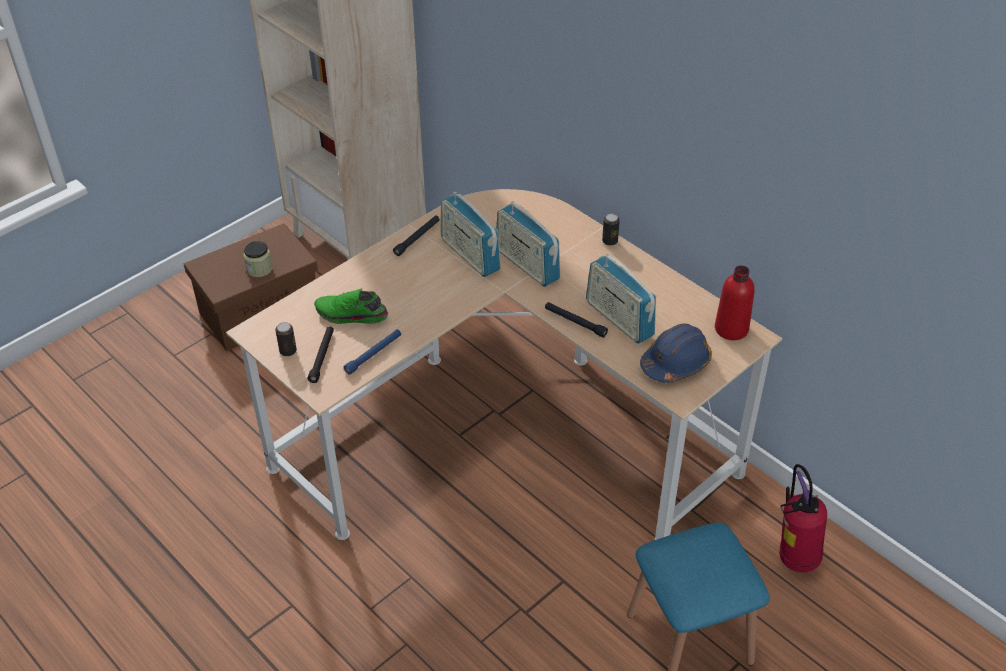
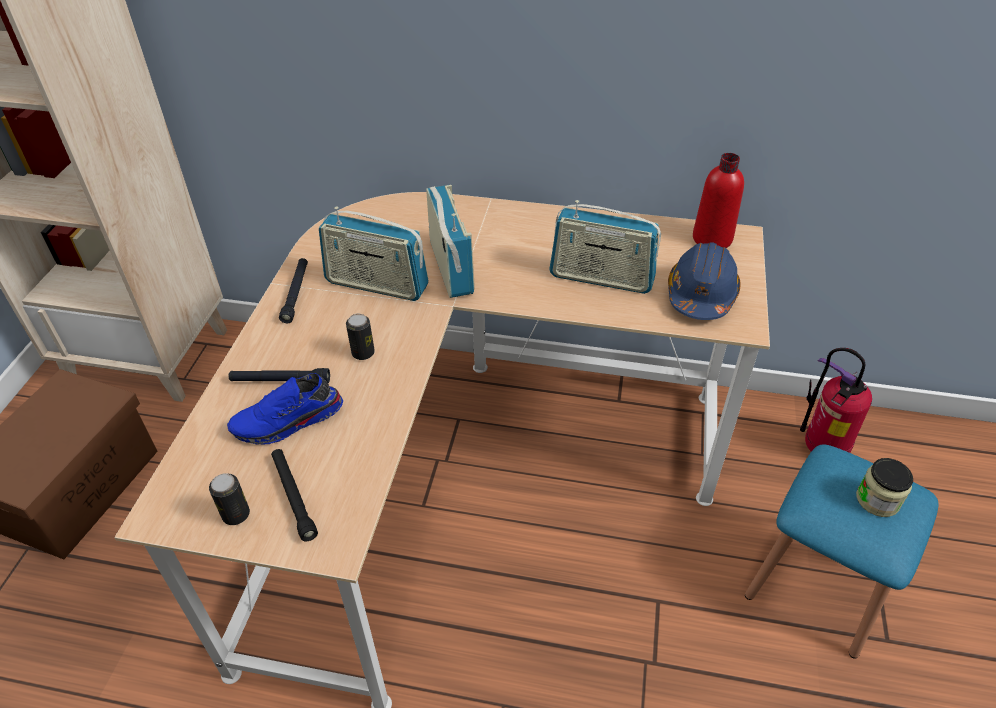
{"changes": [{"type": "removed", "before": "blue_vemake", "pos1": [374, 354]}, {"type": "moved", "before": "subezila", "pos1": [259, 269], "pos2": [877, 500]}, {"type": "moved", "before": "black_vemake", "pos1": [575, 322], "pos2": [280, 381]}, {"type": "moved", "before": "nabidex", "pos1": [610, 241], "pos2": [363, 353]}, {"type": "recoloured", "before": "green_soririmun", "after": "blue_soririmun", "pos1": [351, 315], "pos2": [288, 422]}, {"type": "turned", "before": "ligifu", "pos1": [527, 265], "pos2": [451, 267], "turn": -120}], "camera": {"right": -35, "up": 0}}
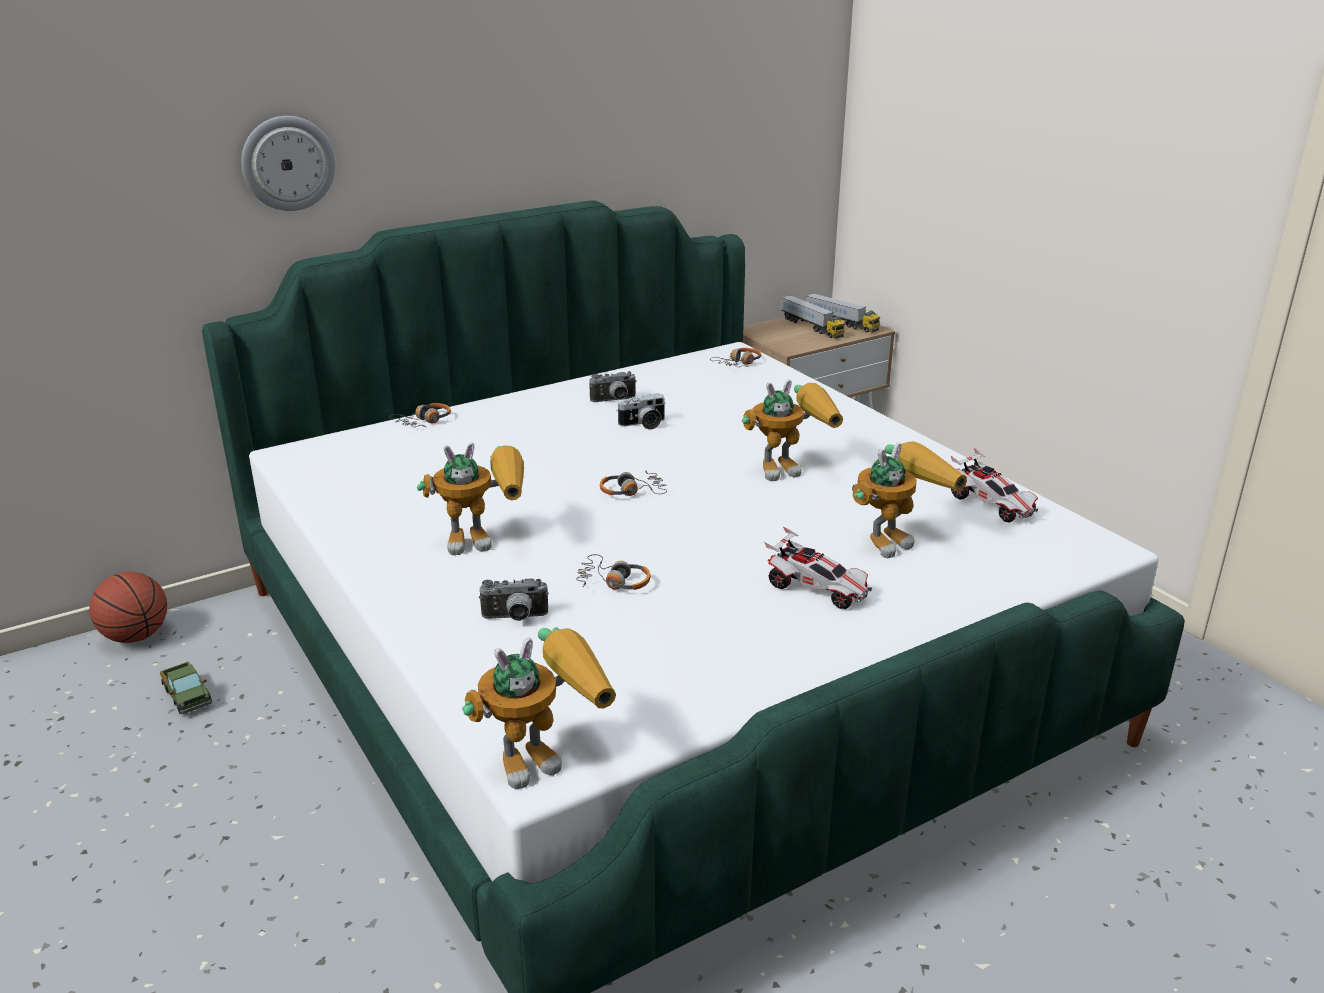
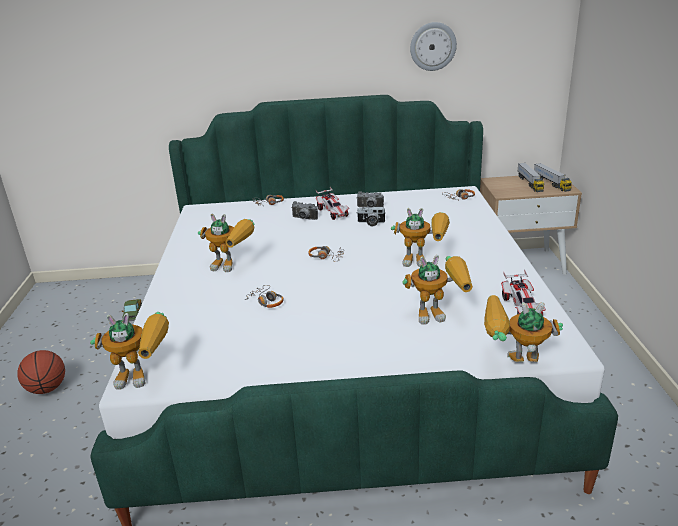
{"changes": [{"type": "added", "after": "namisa", "pos2": [511, 365]}, {"type": "moved", "before": "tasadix", "pos1": [136, 636], "pos2": [47, 389]}, {"type": "moved", "before": "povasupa", "pos1": [288, 163], "pos2": [433, 46]}, {"type": "moved", "before": "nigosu", "pos1": [515, 618], "pos2": [303, 219]}, {"type": "moved", "before": "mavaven", "pos1": [817, 589], "pos2": [333, 212]}], "camera": {"right": 30, "up": 0}}
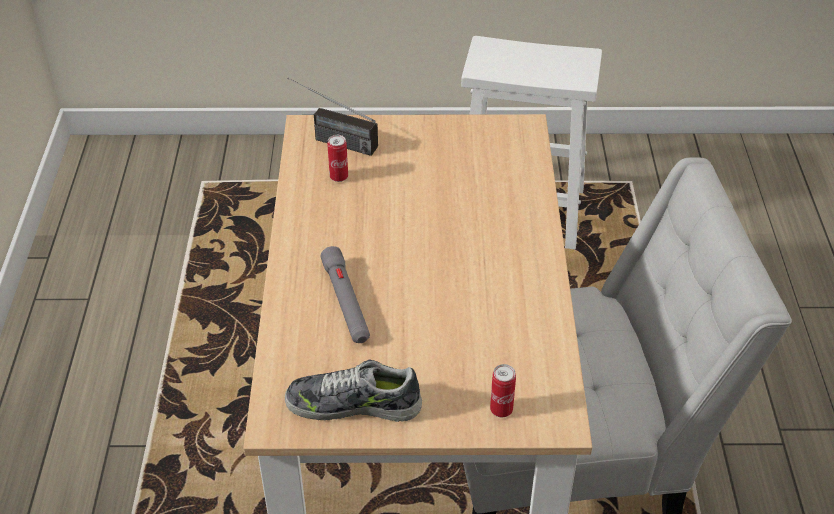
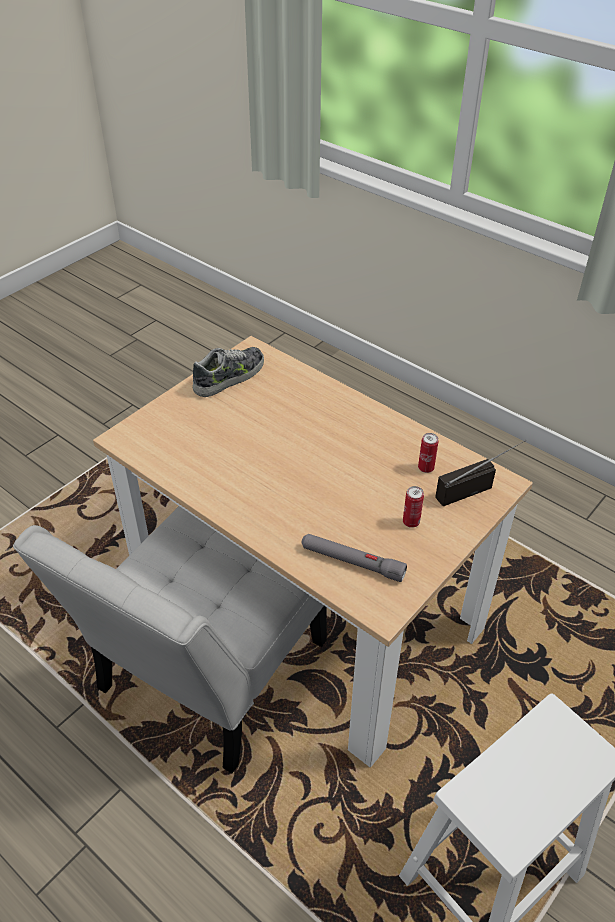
{"changes": [{"type": "moved", "before": "grey_vemake", "pos1": [346, 302], "pos2": [352, 562]}, {"type": "moved", "before": "nabidex", "pos1": [501, 410], "pos2": [411, 522]}], "camera": {"right": 130, "up": 0}}
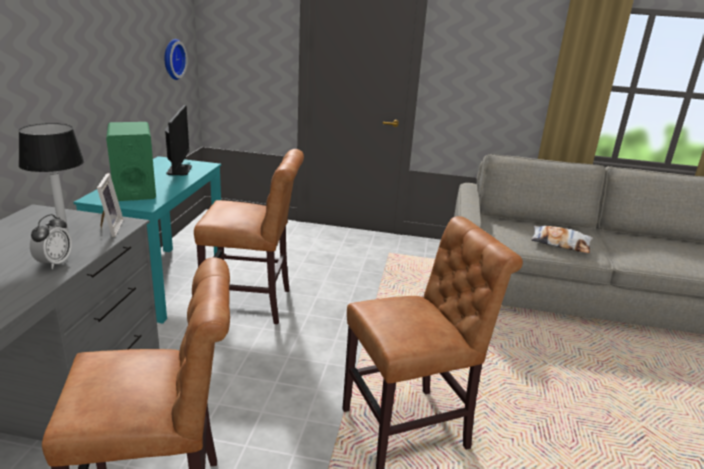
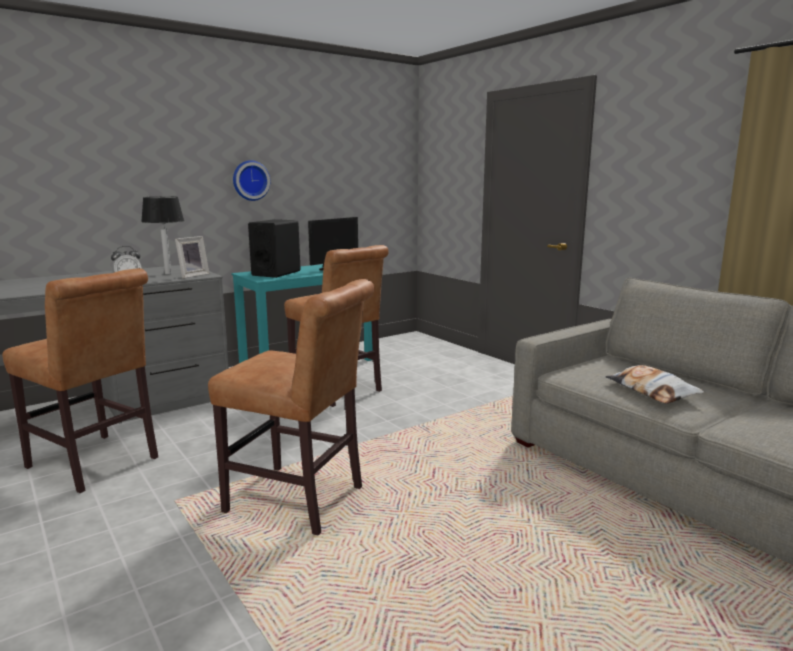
{"changes": [{"type": "moved", "before": "povasupa", "pos1": [172, 59], "pos2": [250, 180]}, {"type": "recoloured", "before": "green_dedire", "after": "black_dedire", "pos1": [135, 191], "pos2": [276, 273]}], "camera": {"right": 45, "up": -10}}
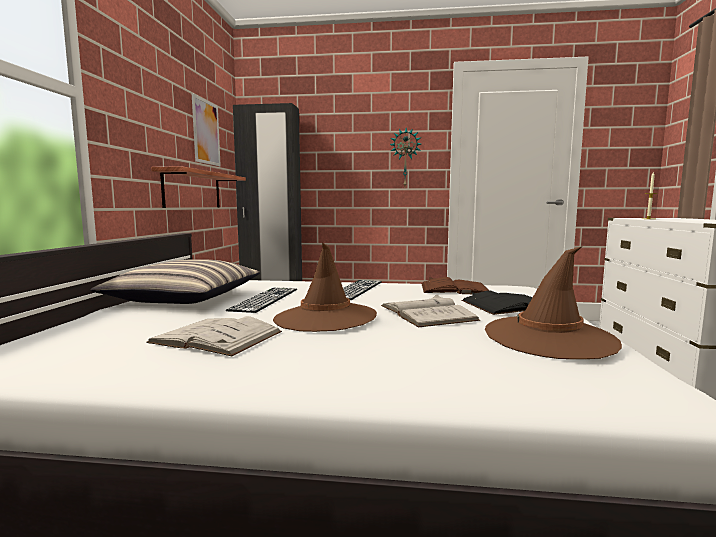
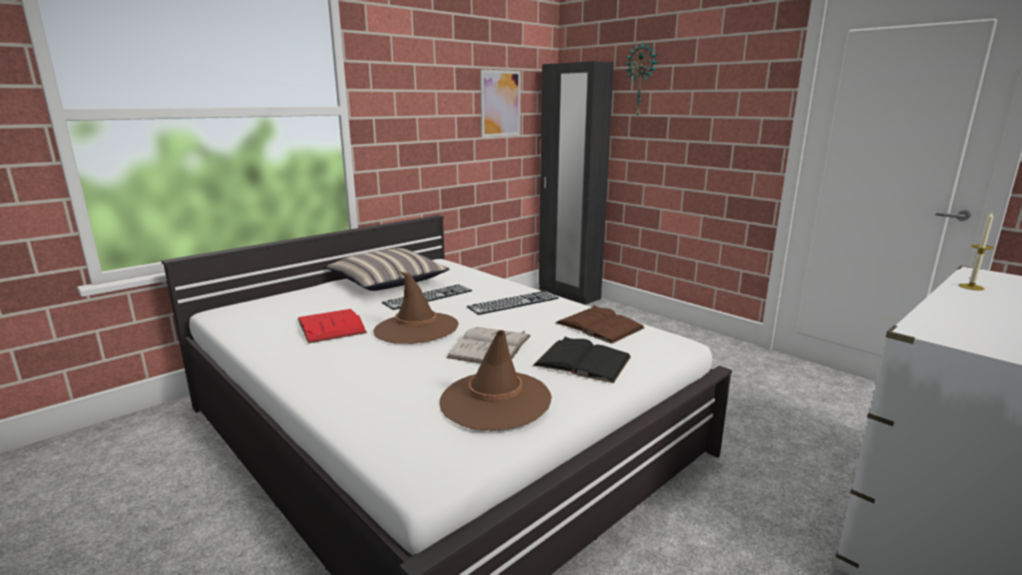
{"changes": [{"type": "removed", "before": "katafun", "pos1": [193, 190]}, {"type": "moved", "before": "povasupa", "pos1": [405, 158], "pos2": [641, 80]}, {"type": "recoloured", "before": "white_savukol", "after": "red_savukol", "pos1": [216, 337], "pos2": [331, 326]}], "camera": {"right": 40, "up": 10}}
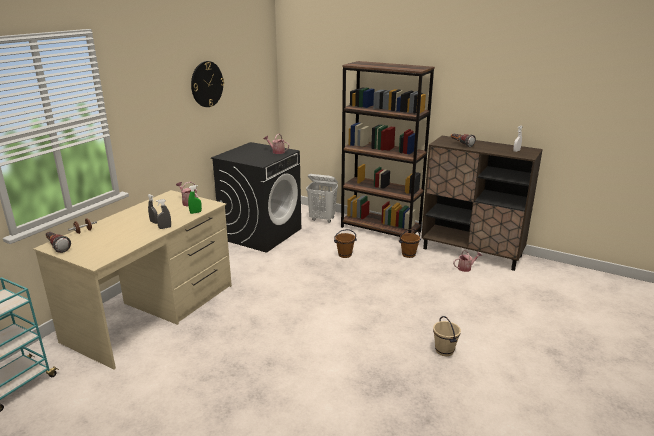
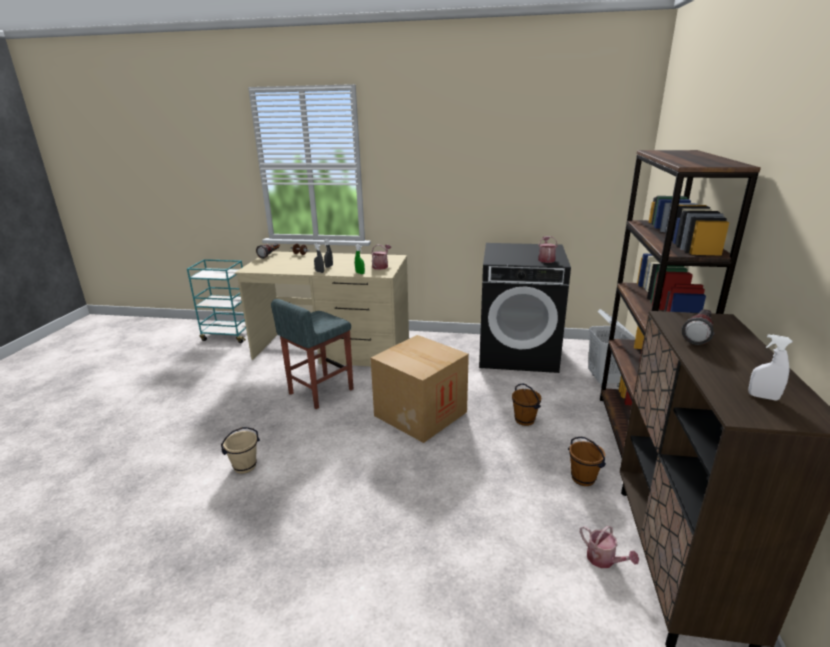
{"changes": [{"type": "removed", "before": "povasupa", "pos1": [206, 84]}, {"type": "added", "after": "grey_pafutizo", "pos2": [320, 391]}, {"type": "added", "after": "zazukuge", "pos2": [420, 414]}, {"type": "moved", "before": "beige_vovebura", "pos1": [444, 350], "pos2": [245, 467]}], "camera": {"right": 70, "up": 0}}
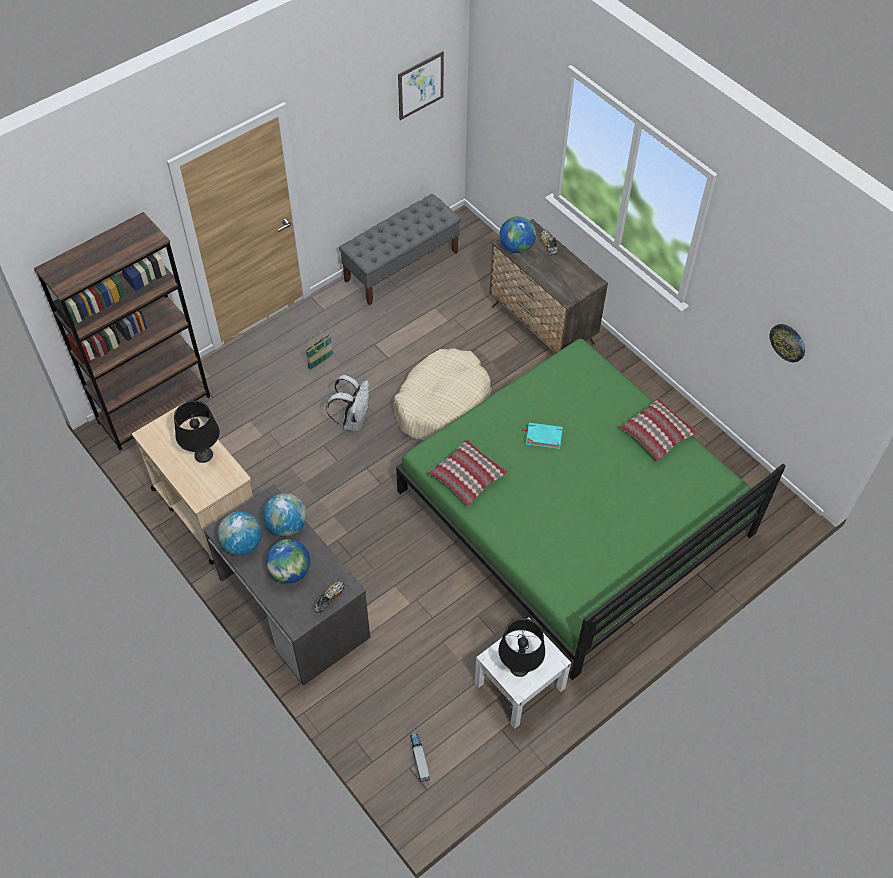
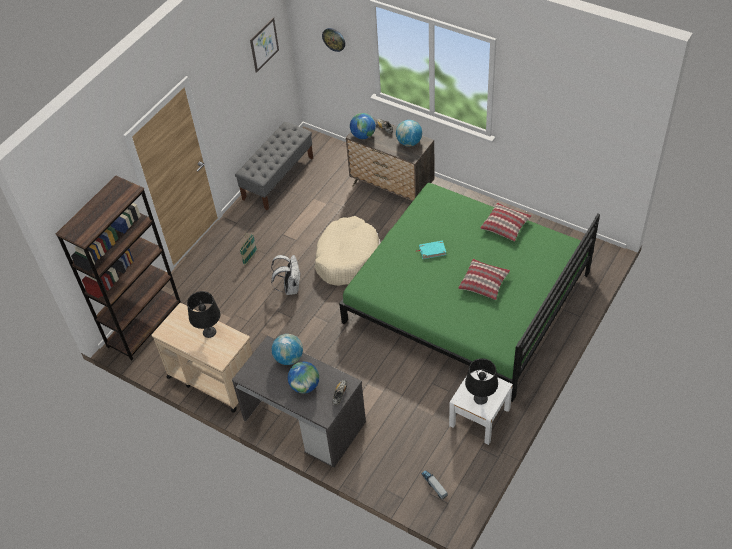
{"changes": [{"type": "moved", "before": "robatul", "pos1": [242, 544], "pos2": [409, 142]}, {"type": "moved", "before": "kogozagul", "pos1": [468, 477], "pos2": [484, 283]}, {"type": "moved", "before": "povasupa", "pos1": [788, 342], "pos2": [334, 39]}], "camera": {"right": -15, "up": -5}}
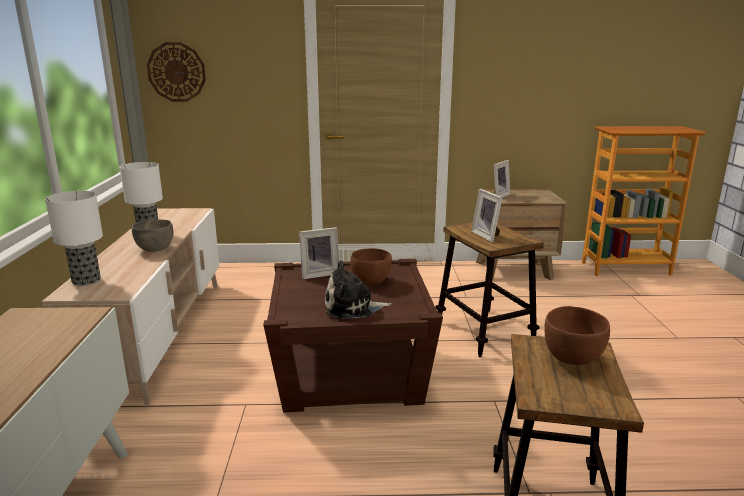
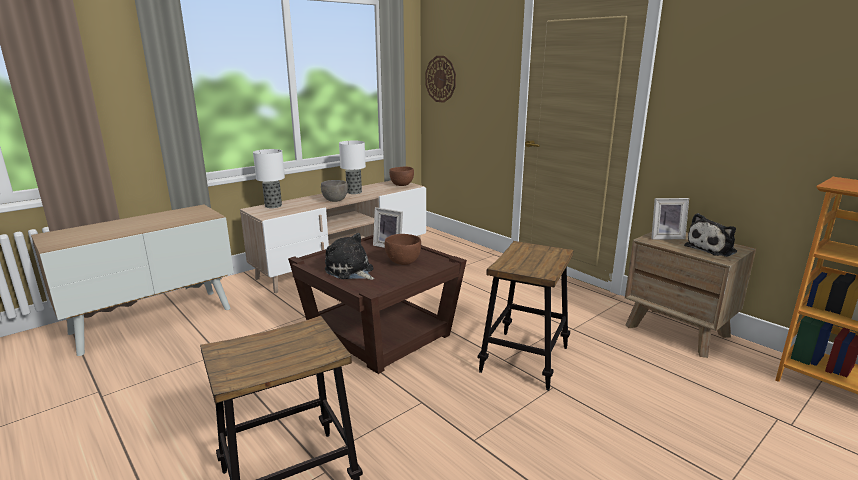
{"changes": [{"type": "removed", "before": "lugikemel", "pos1": [487, 236]}, {"type": "added", "after": "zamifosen", "pos2": [712, 249]}, {"type": "moved", "before": "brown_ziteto", "pos1": [572, 358], "pos2": [402, 185]}], "camera": {"right": 50, "up": 0}}
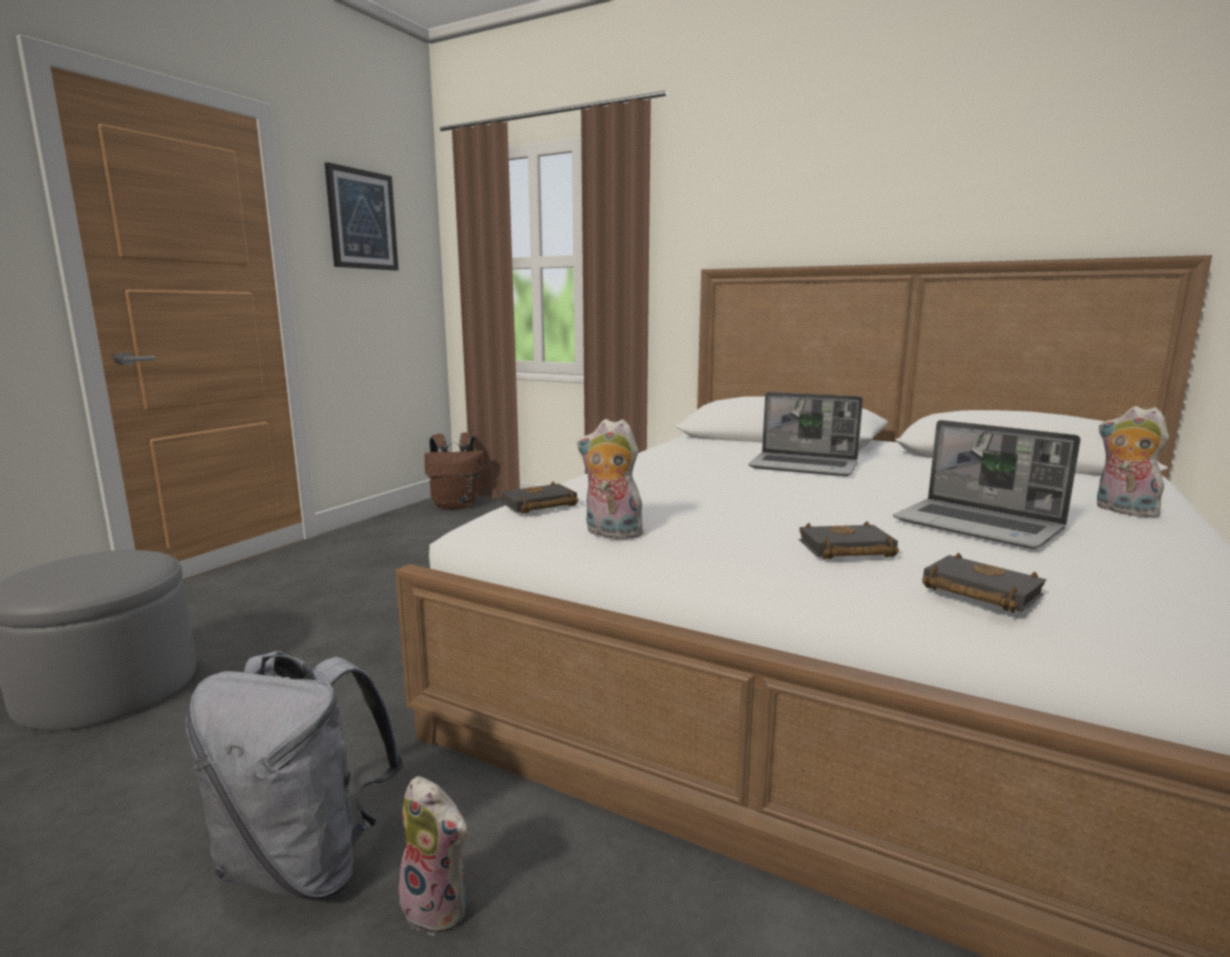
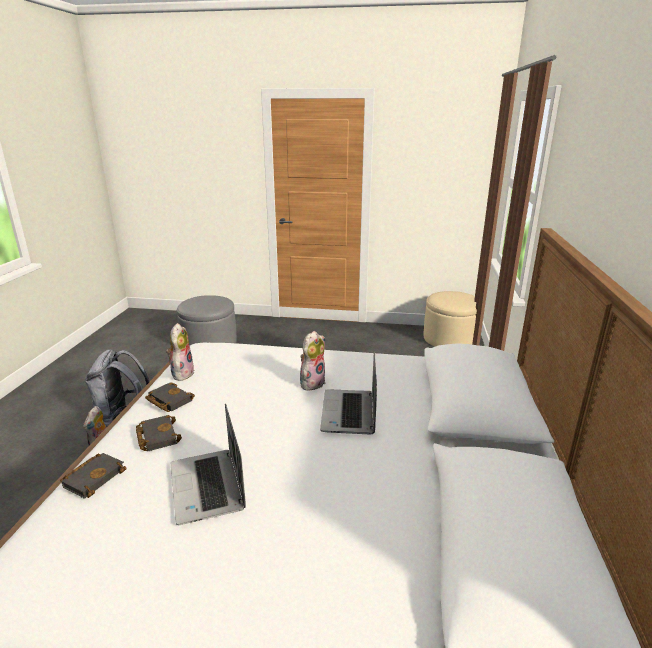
{"changes": [{"type": "removed", "before": "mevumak", "pos1": [362, 220]}, {"type": "moved", "before": "black_savukol", "pos1": [538, 505], "pos2": [168, 400]}, {"type": "moved", "before": "zamifosen", "pos1": [1122, 511], "pos2": [312, 382]}, {"type": "replaced", "before": "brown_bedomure", "after": "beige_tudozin", "pos1": [456, 505], "pos2": [450, 338]}, {"type": "turned", "before": "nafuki", "pos1": [979, 526], "pos2": [208, 487], "turn": -45}], "camera": {"right": 70, "up": 10}}
